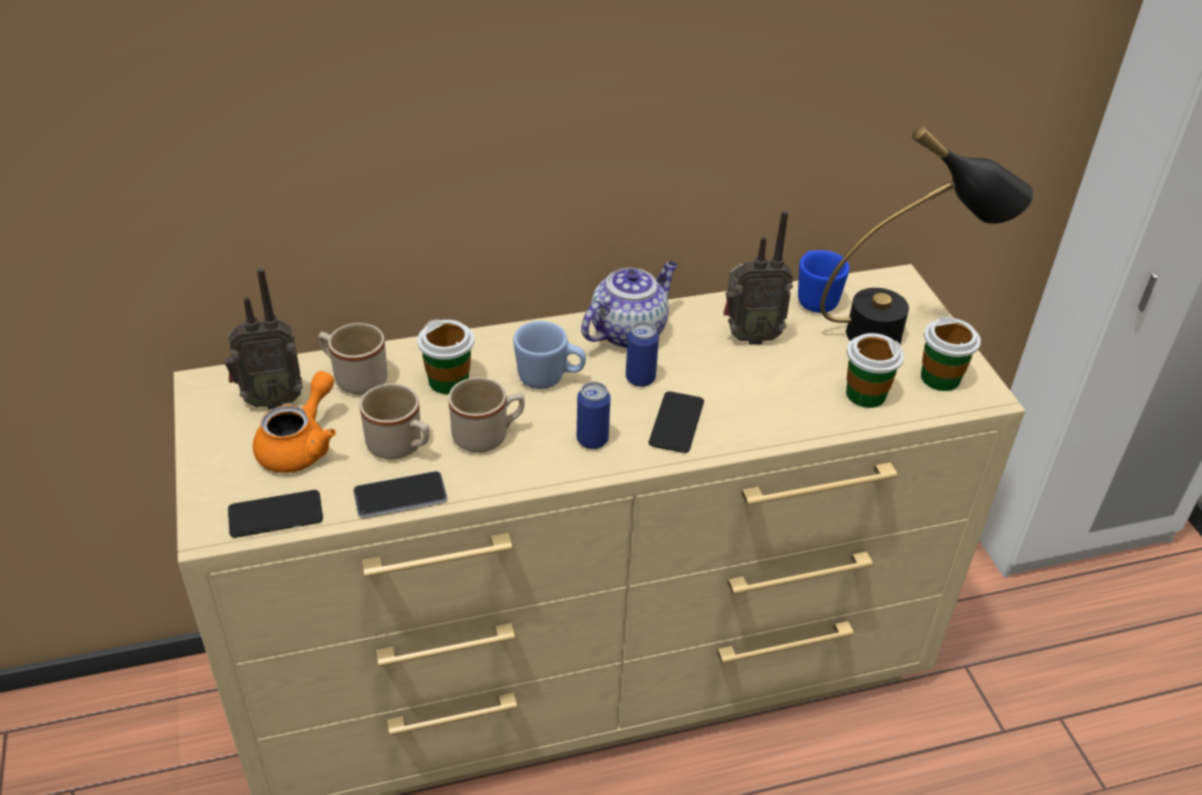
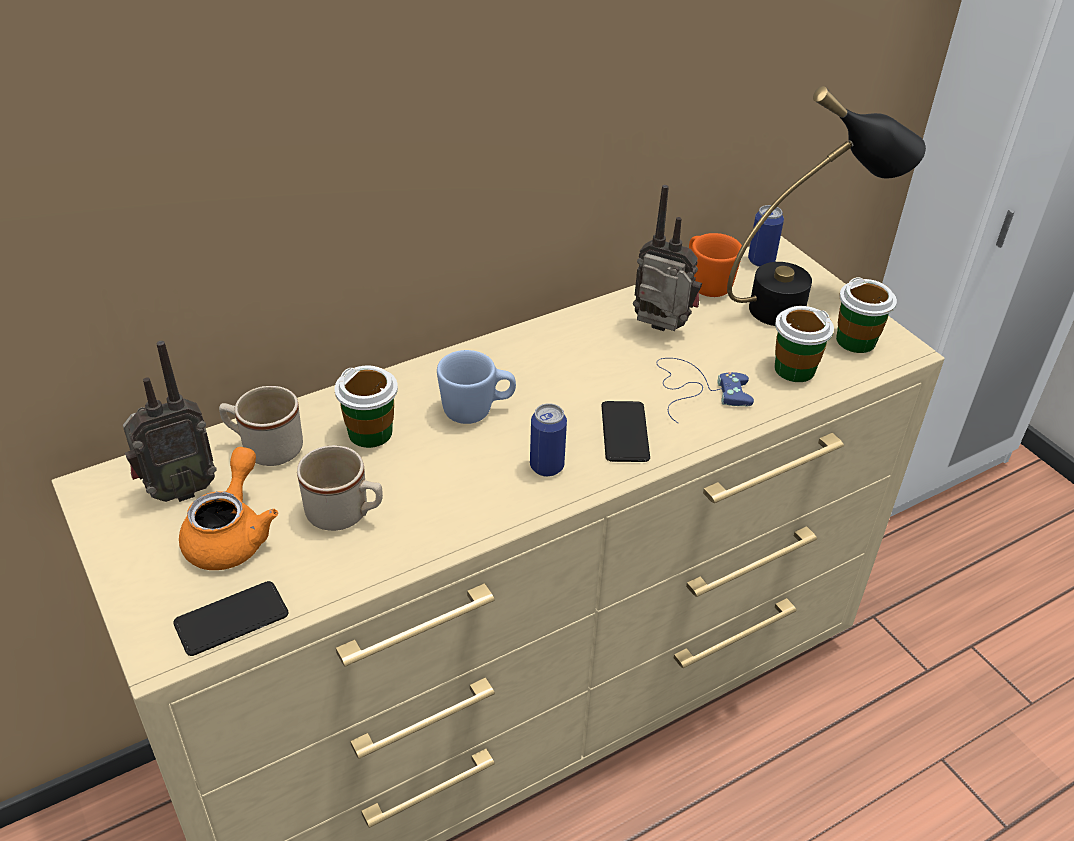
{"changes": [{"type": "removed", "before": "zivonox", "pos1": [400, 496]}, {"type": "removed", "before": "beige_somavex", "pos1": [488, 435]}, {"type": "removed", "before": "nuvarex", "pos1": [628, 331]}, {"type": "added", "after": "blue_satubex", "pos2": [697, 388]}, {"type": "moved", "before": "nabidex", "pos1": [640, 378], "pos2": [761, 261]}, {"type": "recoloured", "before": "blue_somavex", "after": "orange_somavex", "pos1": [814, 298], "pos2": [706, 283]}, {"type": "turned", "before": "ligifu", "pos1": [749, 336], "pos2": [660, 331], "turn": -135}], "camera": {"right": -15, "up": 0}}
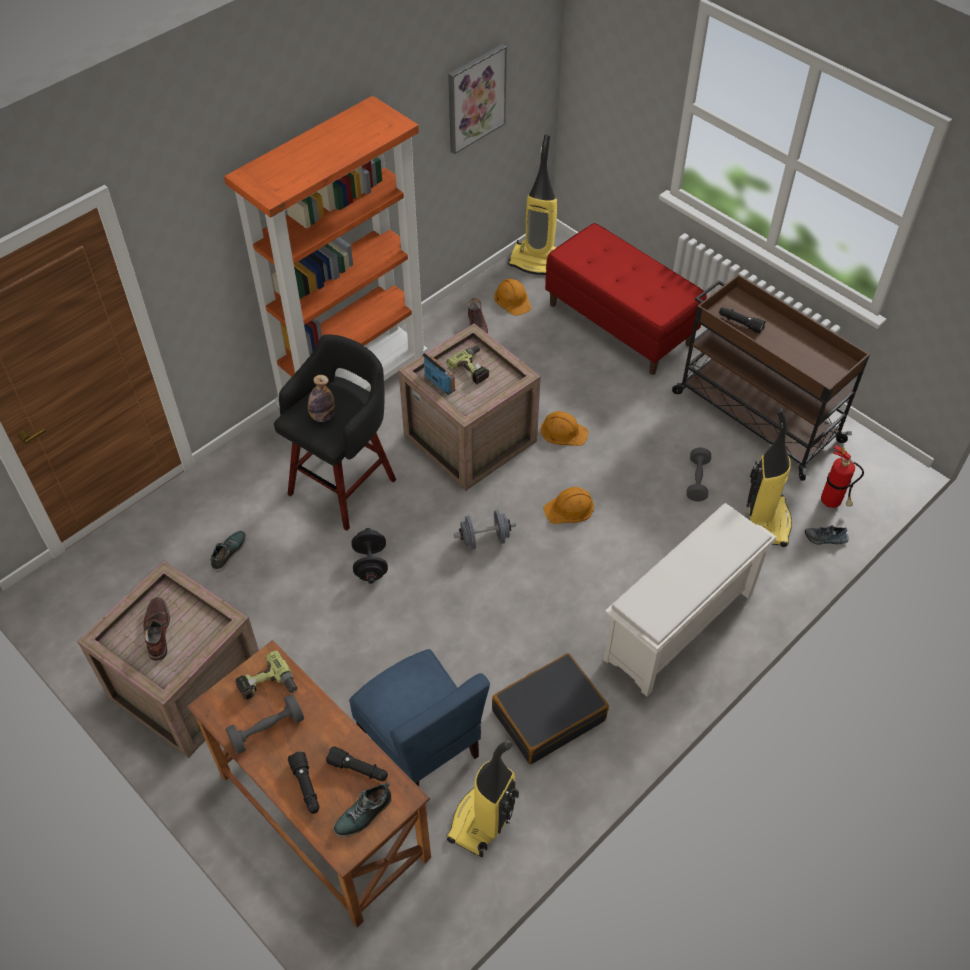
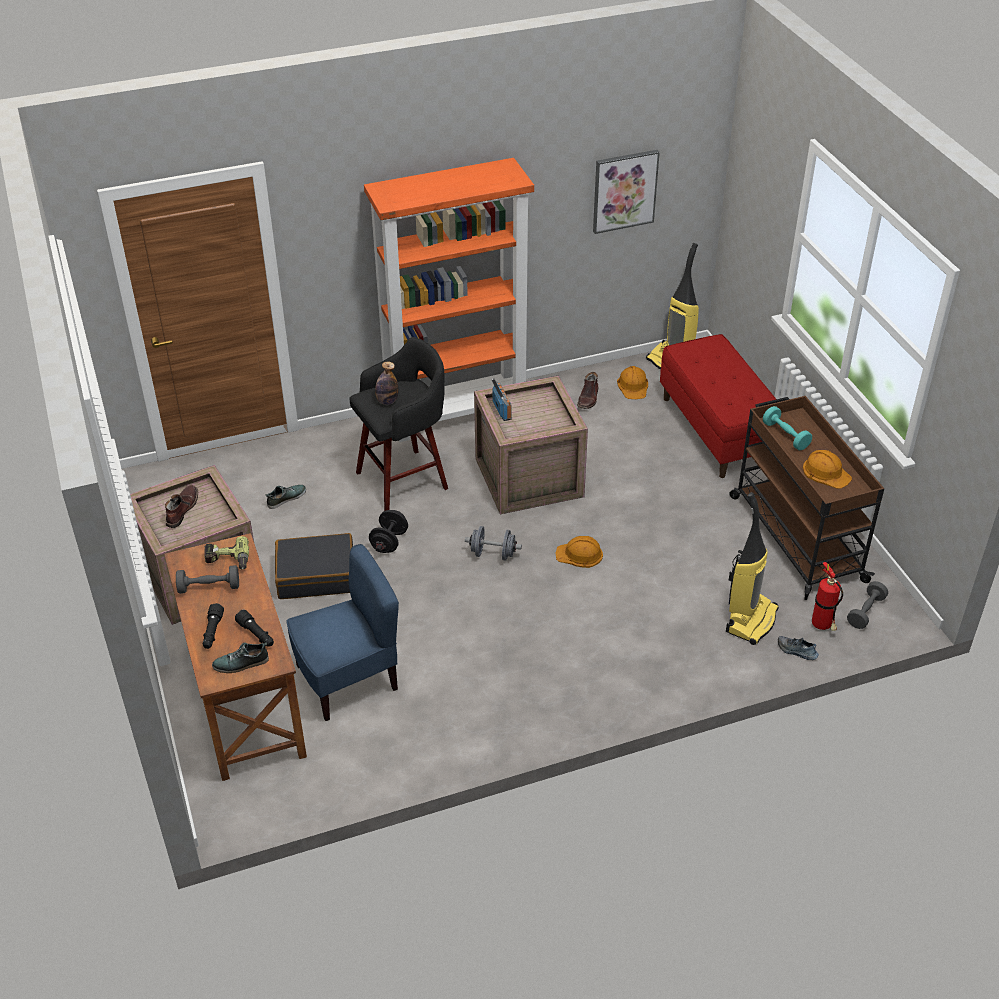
{"changes": [{"type": "removed", "before": "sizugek", "pos1": [474, 368]}, {"type": "removed", "before": "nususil", "pos1": [483, 820]}, {"type": "removed", "before": "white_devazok", "pos1": [679, 628]}, {"type": "moved", "before": "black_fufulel", "pos1": [548, 715], "pos2": [316, 575]}, {"type": "moved", "before": "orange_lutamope", "pos1": [563, 431], "pos2": [826, 472]}, {"type": "moved", "before": "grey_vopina", "pos1": [697, 480], "pos2": [865, 612]}, {"type": "replaced", "before": "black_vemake", "after": "turquoise_vopina", "pos1": [740, 323], "pos2": [785, 436]}, {"type": "turned", "before": "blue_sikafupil", "pos1": [421, 745], "pos2": [348, 679], "turn": -105}], "camera": {"right": 25, "up": -10}}
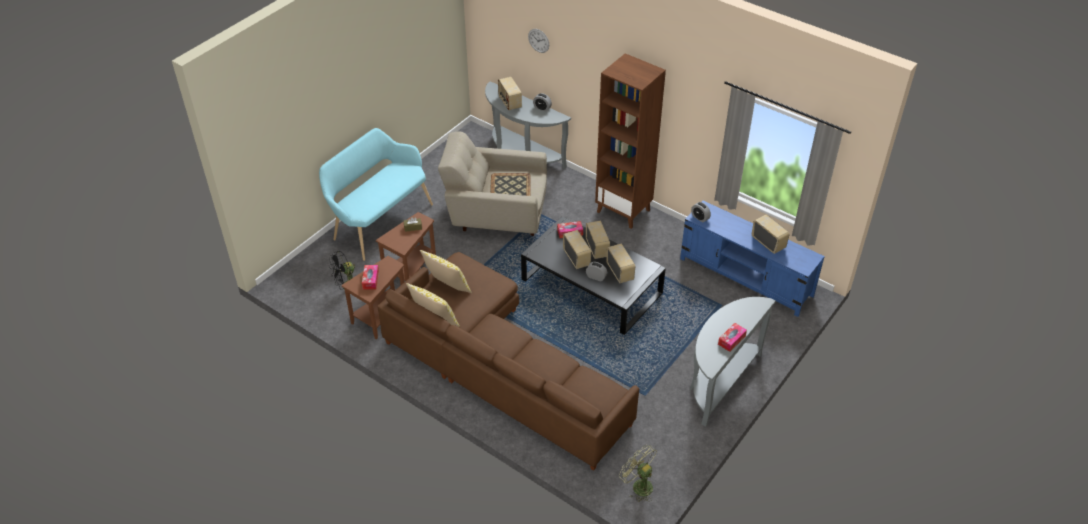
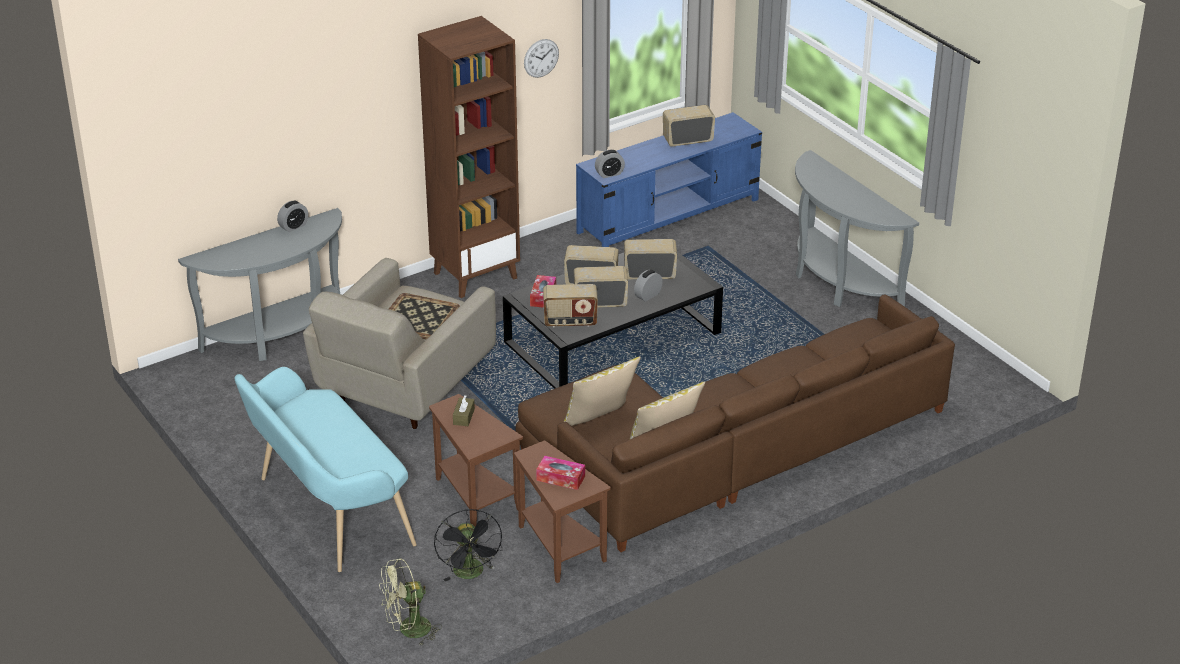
{"changes": [{"type": "removed", "before": "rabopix", "pos1": [731, 340]}, {"type": "moved", "before": "ligifu", "pos1": [509, 102], "pos2": [570, 321]}, {"type": "moved", "before": "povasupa", "pos1": [538, 40], "pos2": [541, 58]}, {"type": "moved", "before": "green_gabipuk", "pos1": [638, 485], "pos2": [408, 631]}], "camera": {"right": -70, "up": -10}}
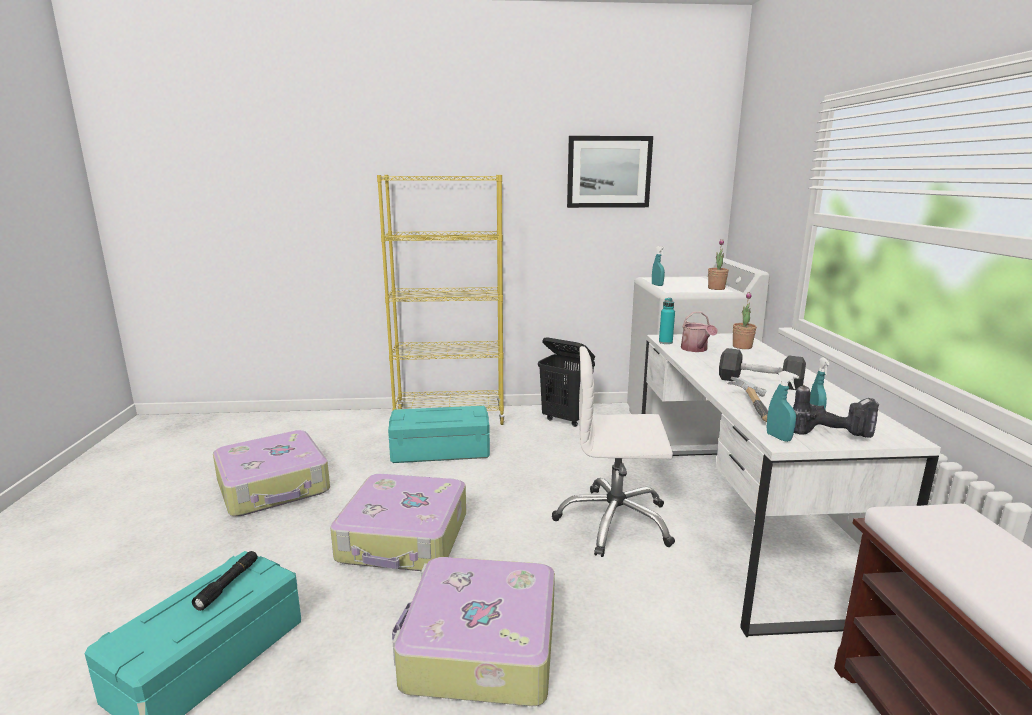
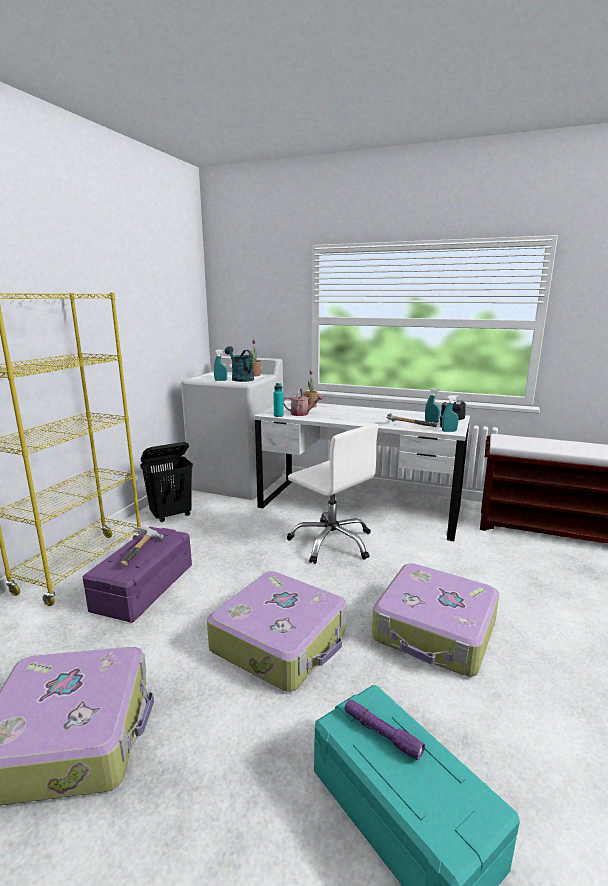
{"changes": [{"type": "removed", "before": "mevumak", "pos1": [609, 172]}, {"type": "removed", "before": "black_vopina", "pos1": [759, 382]}, {"type": "added", "after": "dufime", "pos2": [142, 551]}, {"type": "added", "after": "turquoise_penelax", "pos2": [240, 379]}, {"type": "recoloured", "before": "black_vemake", "after": "purple_vemake", "pos1": [228, 584], "pos2": [381, 733]}, {"type": "recoloured", "before": "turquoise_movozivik", "after": "purple_movozivik", "pos1": [441, 450], "pos2": [143, 587]}, {"type": "turned", "before": "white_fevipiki", "pos1": [614, 522], "pos2": [332, 542], "turn": -75}], "camera": {"right": -65, "up": 0}}
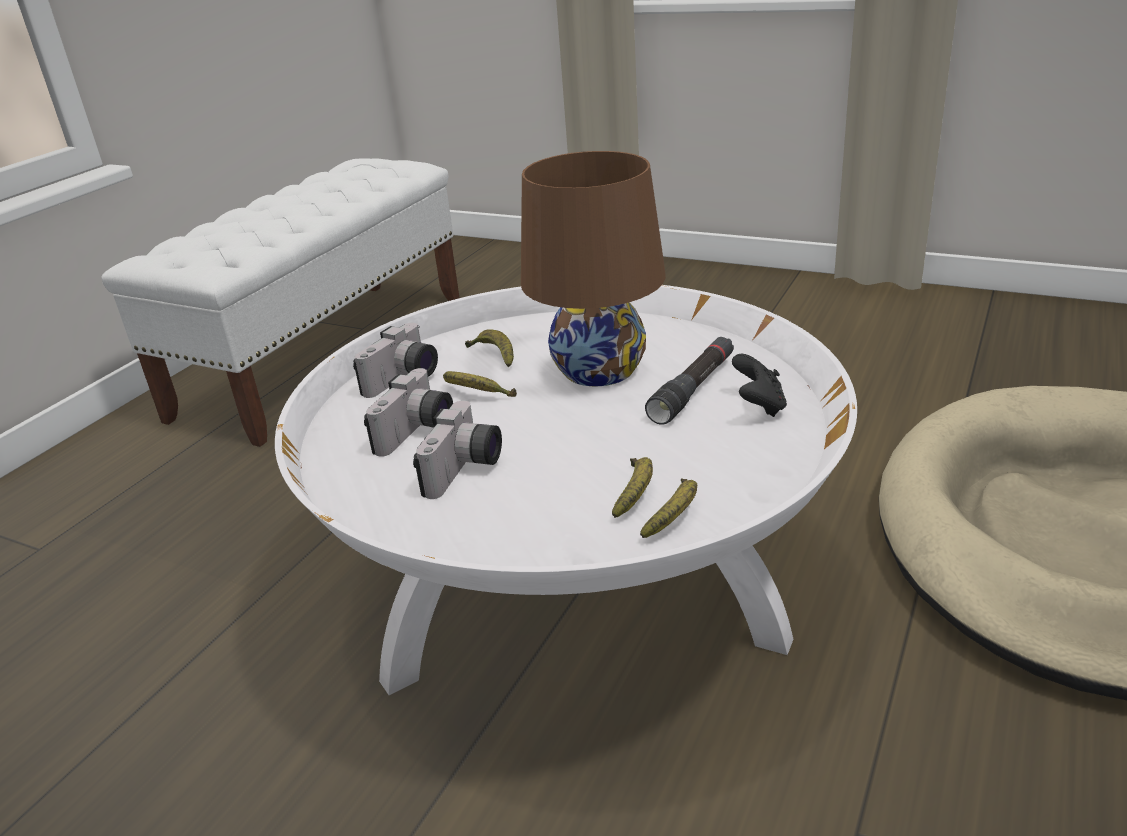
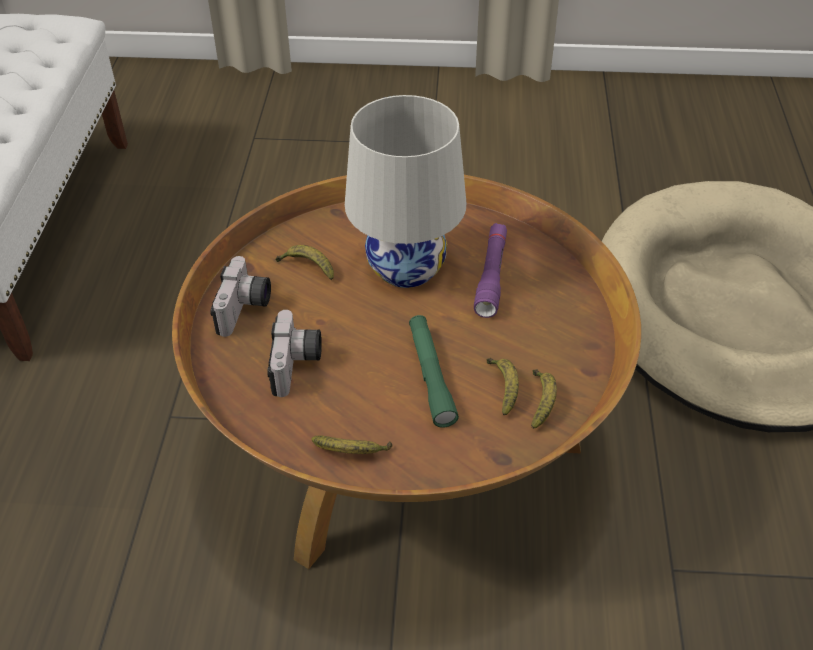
{"changes": [{"type": "removed", "before": "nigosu", "pos1": [465, 470]}, {"type": "removed", "before": "black_satubex", "pos1": [759, 406]}, {"type": "added", "after": "green_vemake", "pos2": [431, 376]}, {"type": "moved", "before": "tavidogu", "pos1": [476, 394], "pos2": [351, 452]}, {"type": "recoloured", "before": "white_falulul", "after": "brown_falulul", "pos1": [579, 589], "pos2": [407, 437]}, {"type": "recoloured", "before": "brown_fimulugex", "after": "white_fimulugex", "pos1": [599, 369], "pos2": [406, 268]}, {"type": "recoloured", "before": "black_vemake", "after": "purple_vemake", "pos1": [693, 389], "pos2": [491, 276]}], "camera": {"right": -25, "up": 15}}
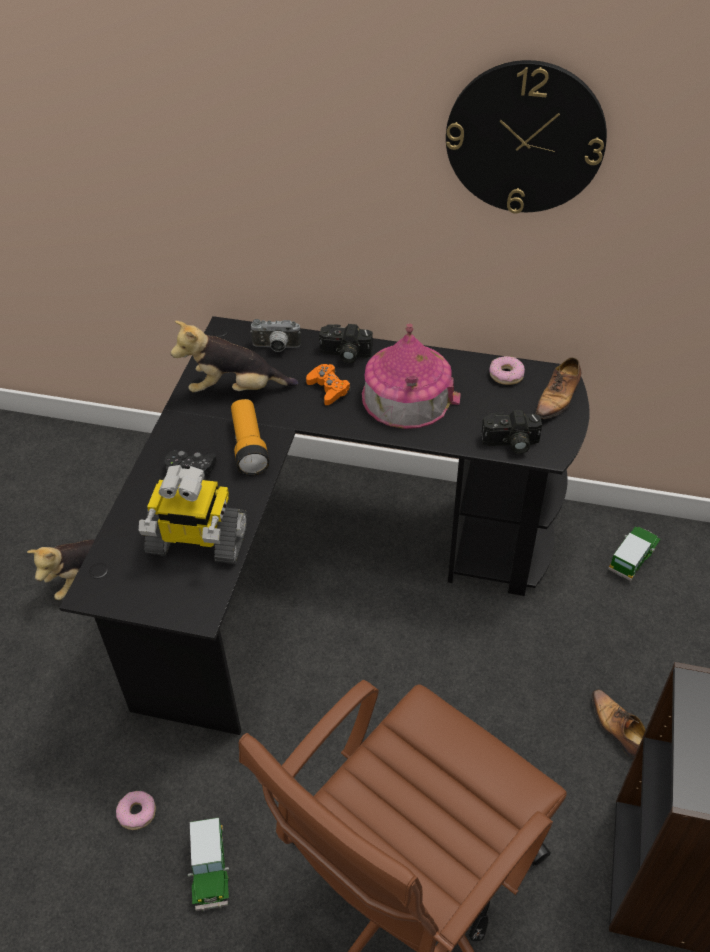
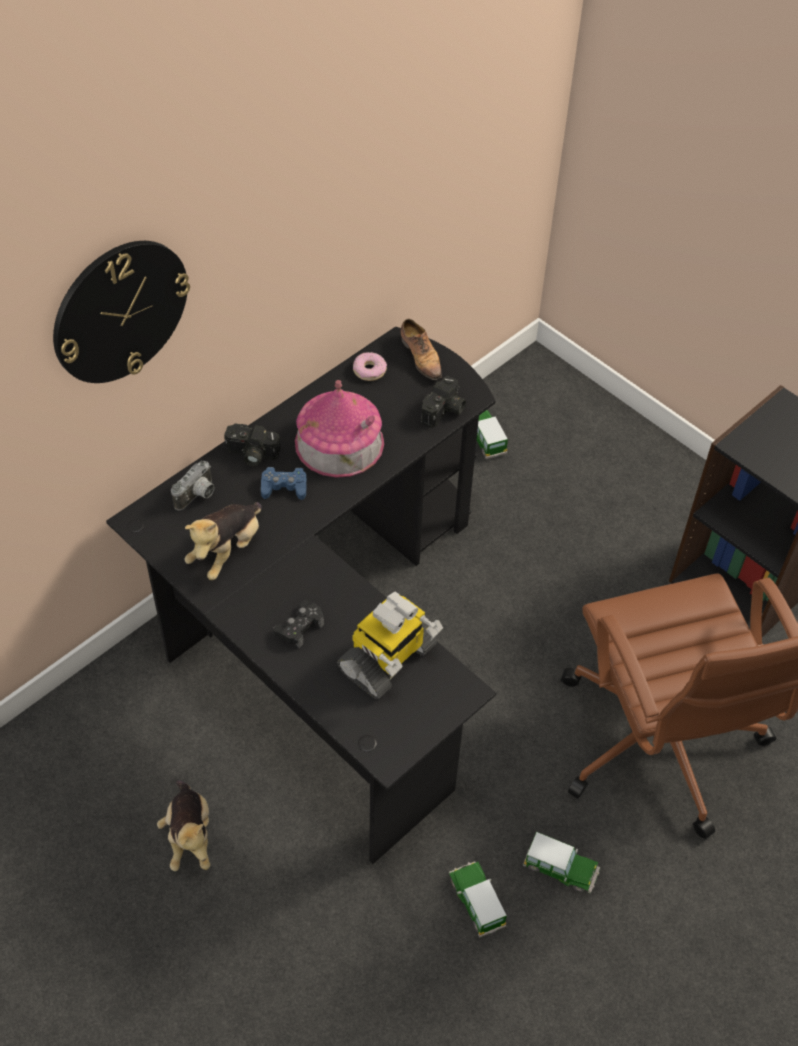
{"changes": [{"type": "removed", "before": "vemake", "pos1": [249, 446]}, {"type": "removed", "before": "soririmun", "pos1": [619, 730]}, {"type": "moved", "before": "povasupa", "pos1": [525, 138], "pos2": [120, 311]}, {"type": "replaced", "before": "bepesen", "after": "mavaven", "pos1": [137, 813], "pos2": [476, 901]}, {"type": "recoloured", "before": "orange_satubex", "after": "blue_satubex", "pos1": [328, 388], "pos2": [284, 487]}, {"type": "turned", "before": "nigosu", "pos1": [345, 354], "pos2": [251, 454], "turn": 60}], "camera": {"right": -60, "up": 5}}
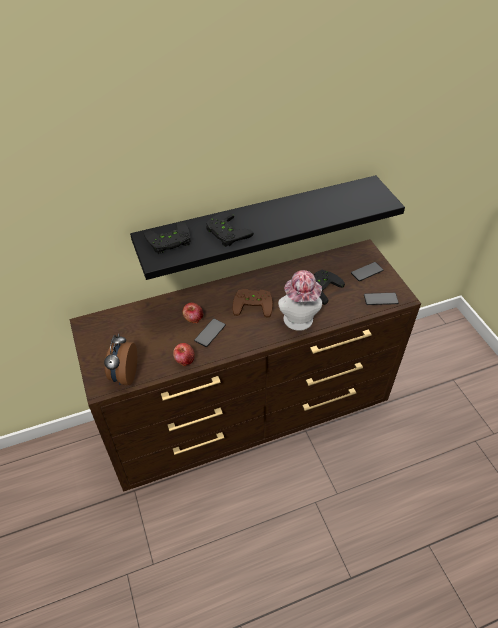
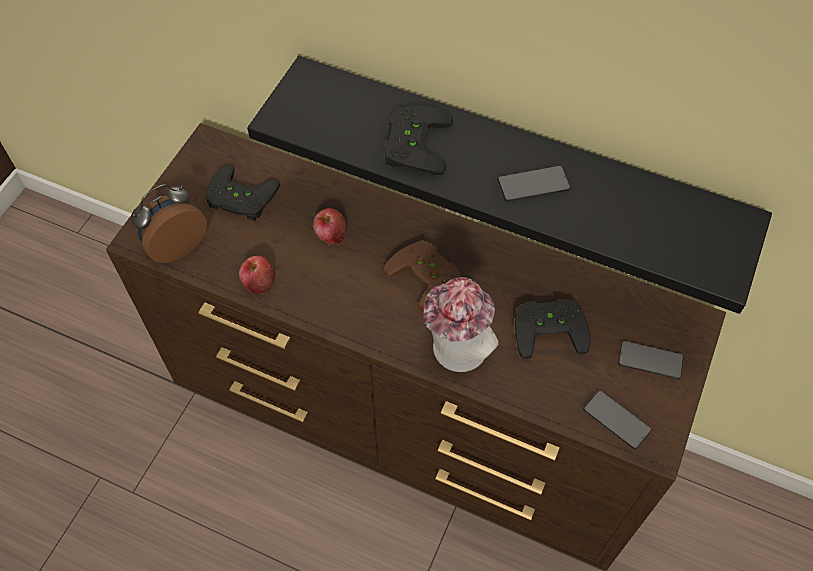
{"changes": [{"type": "moved", "before": "black_satubex", "pos1": [169, 242], "pos2": [239, 200]}, {"type": "moved", "before": "zivonox", "pos1": [210, 333], "pos2": [533, 185]}], "camera": {"right": 45, "up": 10}}
